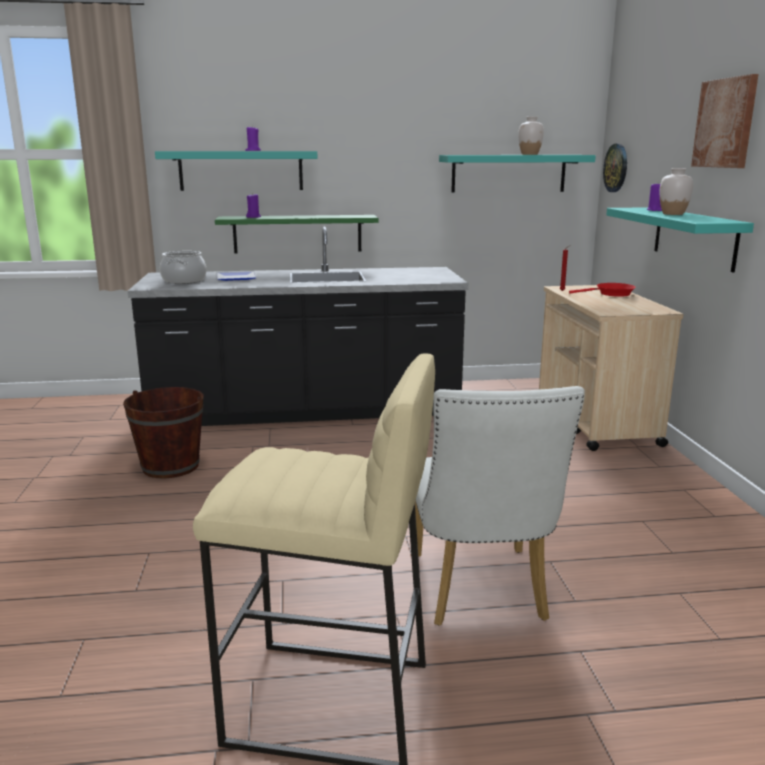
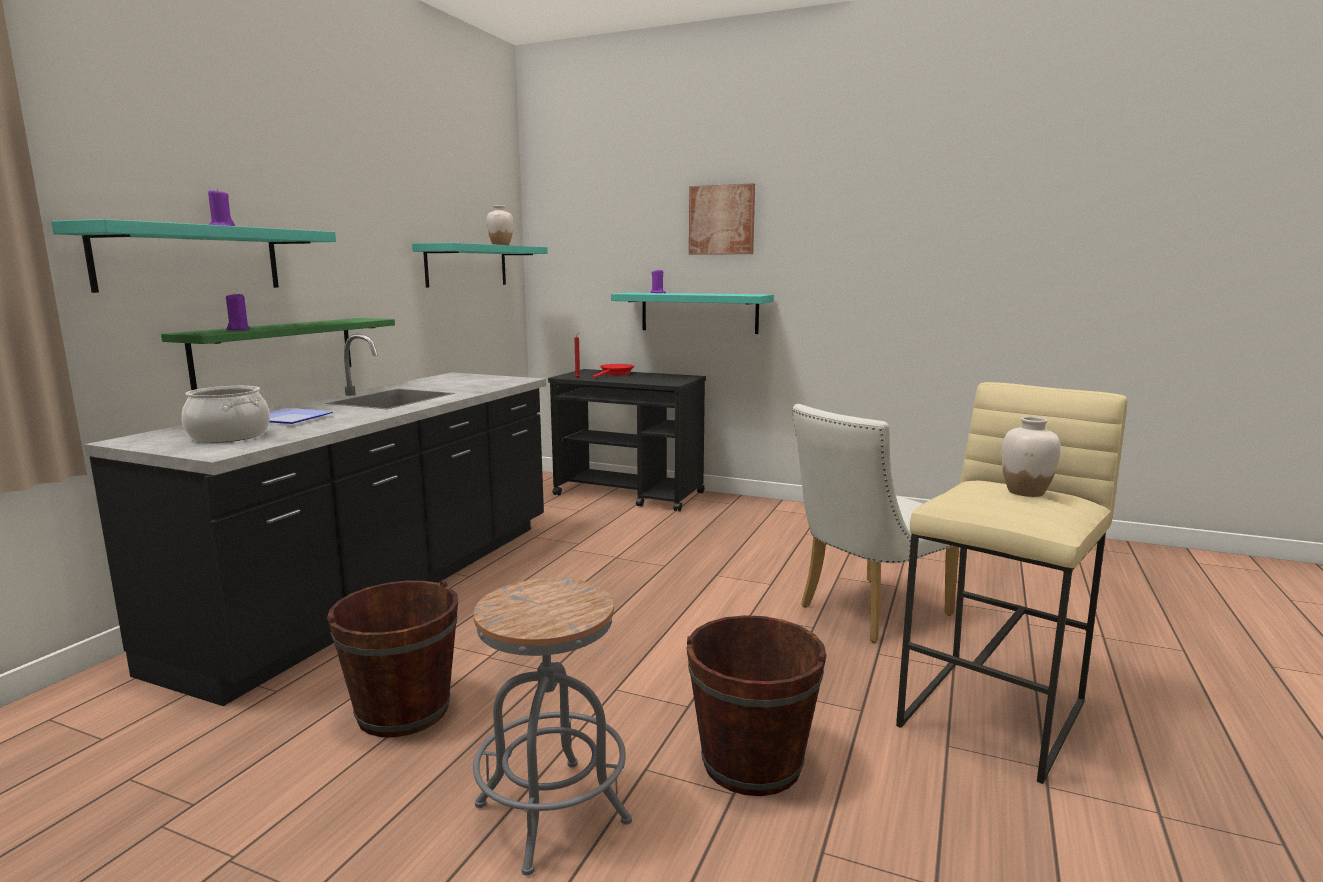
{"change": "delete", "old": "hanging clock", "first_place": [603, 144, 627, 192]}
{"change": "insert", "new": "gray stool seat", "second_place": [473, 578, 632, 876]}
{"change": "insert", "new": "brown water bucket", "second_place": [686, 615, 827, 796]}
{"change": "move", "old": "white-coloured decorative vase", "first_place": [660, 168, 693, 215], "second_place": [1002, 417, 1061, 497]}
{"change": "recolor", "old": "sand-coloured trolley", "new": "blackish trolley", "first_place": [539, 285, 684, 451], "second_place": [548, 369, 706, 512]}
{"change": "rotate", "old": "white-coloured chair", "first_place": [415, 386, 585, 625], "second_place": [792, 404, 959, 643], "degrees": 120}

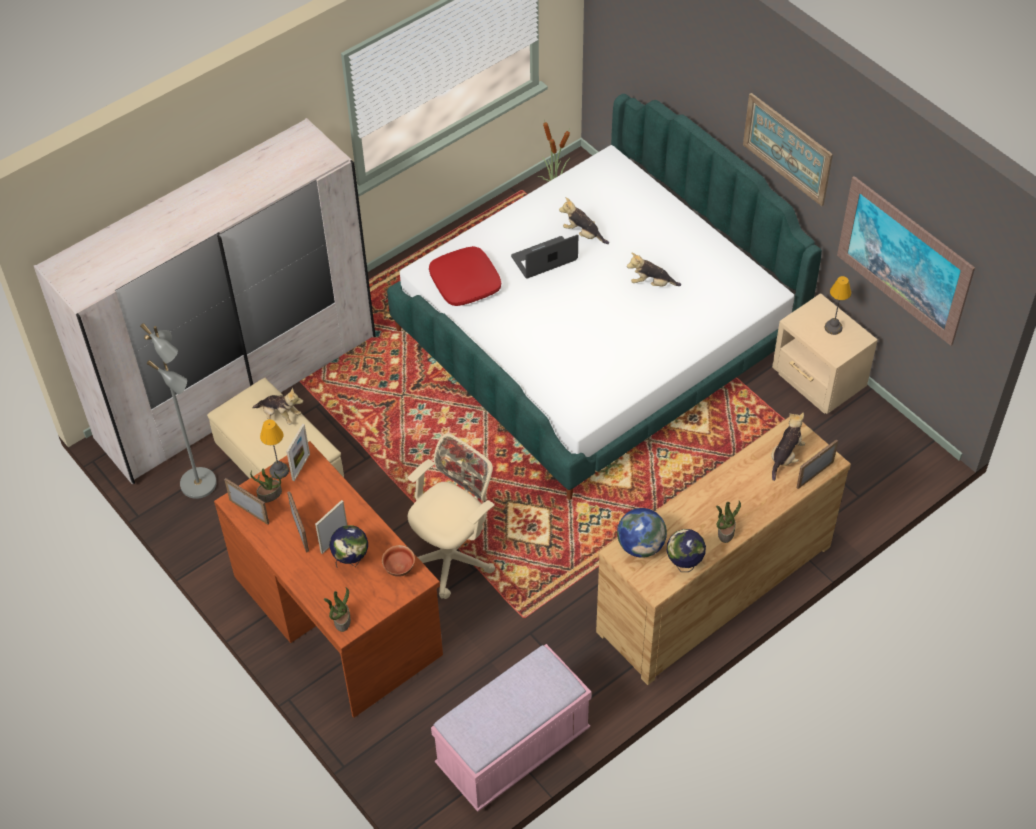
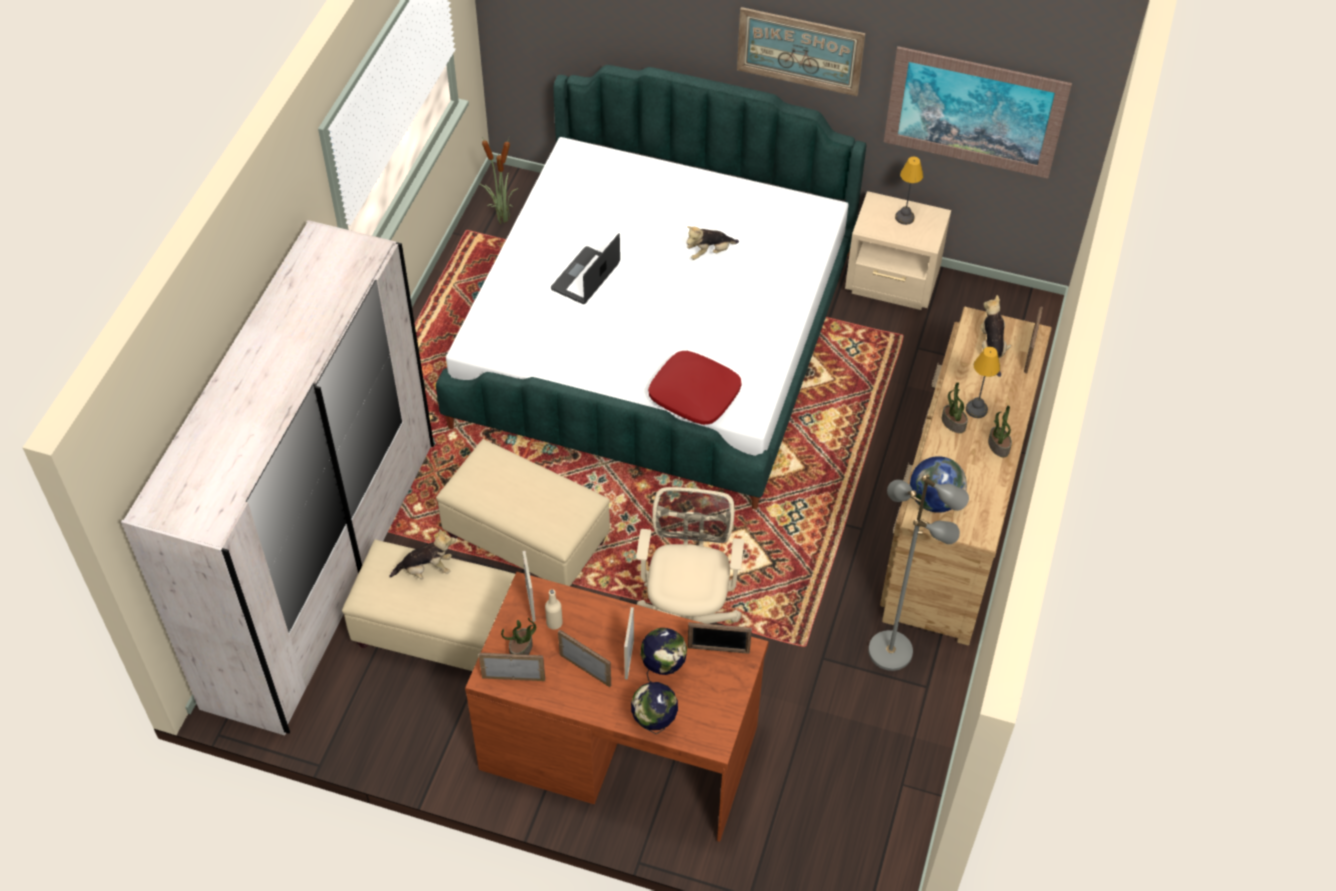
{"change": "delete", "old": "pink long seat", "first_place": [431, 644, 592, 812]}
{"change": "delete", "old": "cuddly toy", "first_place": [559, 197, 609, 244]}
{"change": "insert", "new": "sand-coloured footrest", "second_place": [436, 439, 610, 586]}
{"change": "insert", "new": "sand-coloured beverage bottle", "second_place": [545, 589, 563, 630]}
{"change": "move", "old": "gray standard lamp", "first_place": [140, 323, 217, 499], "second_place": [868, 474, 969, 671]}
{"change": "move", "old": "tabletop lamp", "first_place": [260, 419, 289, 479], "second_place": [966, 347, 1000, 418]}
{"change": "move", "old": "houseplant", "first_place": [324, 587, 351, 632], "second_place": [942, 382, 968, 433]}
{"change": "move", "old": "reddish throw pillow", "first_place": [429, 246, 501, 306], "second_place": [648, 351, 742, 425]}
{"change": "move", "old": "desk globe", "first_place": [667, 529, 706, 572], "second_place": [631, 682, 678, 734]}
{"change": "replace", "old": "deep dish", "new": "picture frame", "first_place": [382, 545, 415, 577], "second_place": [688, 622, 752, 654]}

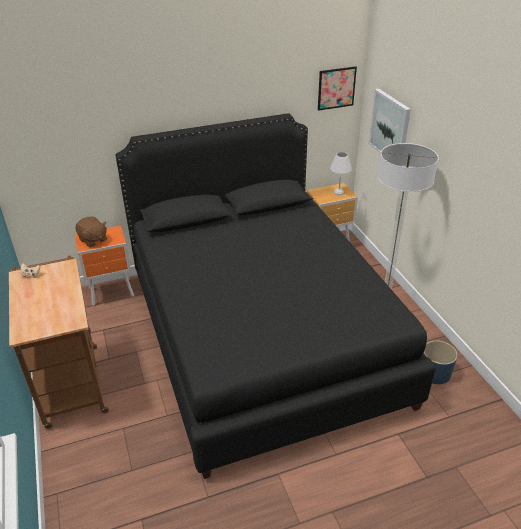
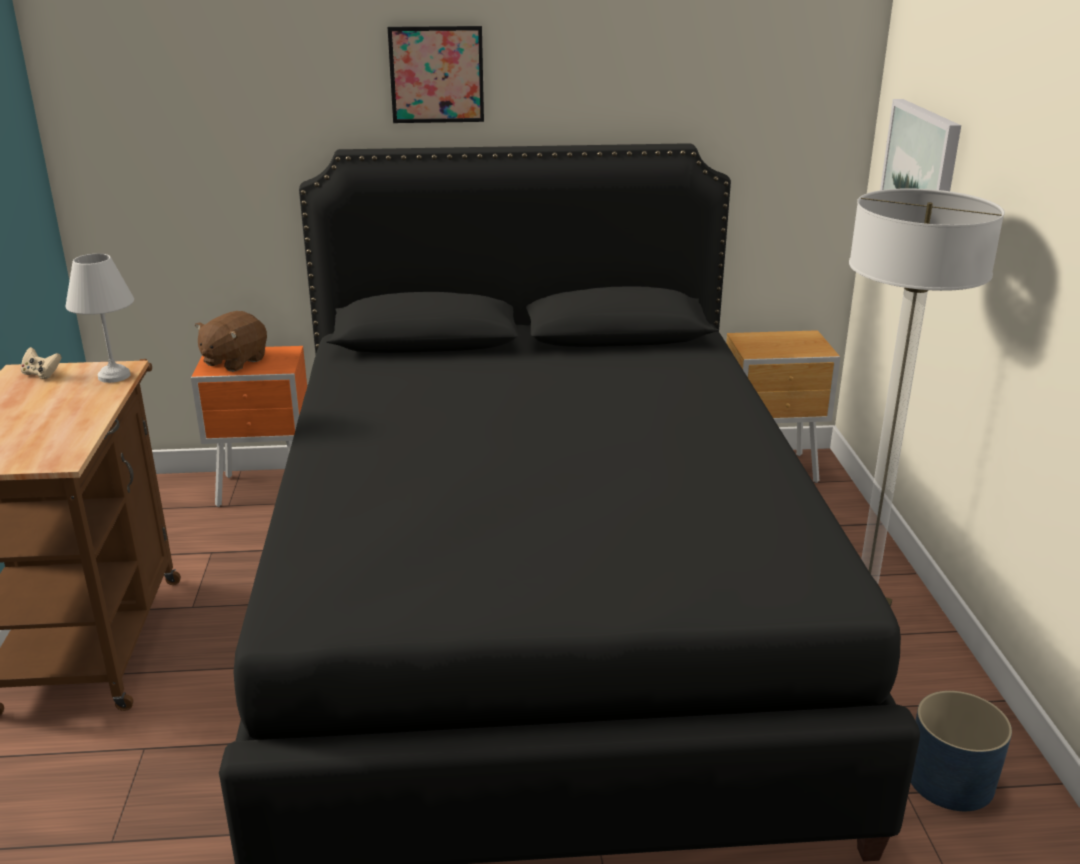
{"change": "move", "old": "wall picture", "first_place": [318, 66, 357, 111], "second_place": [388, 26, 484, 123]}
{"change": "move", "old": "white-coloured tabletop lamp", "first_place": [330, 152, 352, 195], "second_place": [66, 254, 134, 383]}
{"change": "rotate", "old": "brown cuddly toy", "first_place": [75, 216, 107, 247], "second_place": [195, 311, 267, 372], "degrees": 60}

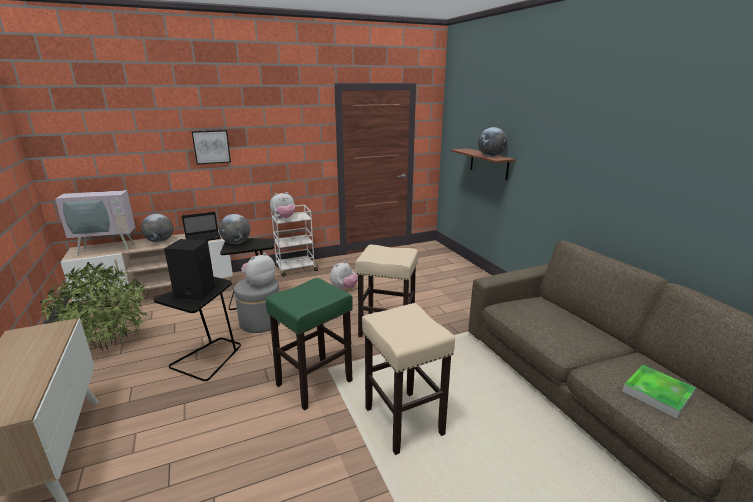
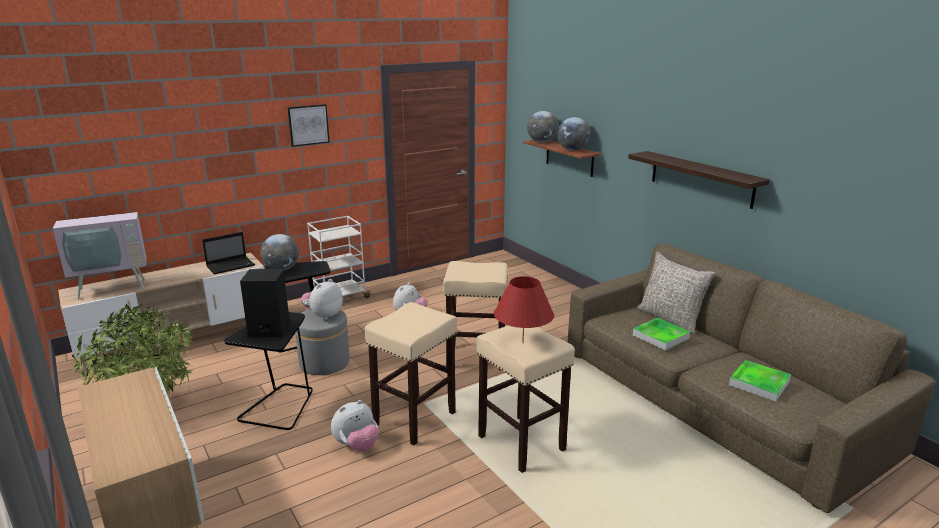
{"change": "insert", "new": "reddish tabletop lamp", "second_place": [494, 276, 554, 343]}
{"change": "insert", "new": "shelf", "second_place": [628, 151, 770, 209]}
{"change": "insert", "new": "tray", "second_place": [633, 318, 690, 351]}
{"change": "insert", "new": "gray throw pillow", "second_place": [637, 251, 716, 334]}
{"change": "move", "old": "desk globe", "first_place": [141, 214, 173, 243], "second_place": [527, 111, 558, 143]}
{"change": "move", "old": "wall picture", "first_place": [191, 130, 231, 165], "second_place": [287, 104, 330, 147]}
{"change": "move", "old": "cuddly toy", "first_place": [270, 192, 295, 219], "second_place": [331, 400, 379, 451]}
{"change": "recolor", "old": "green stool seat", "new": "sand-coloured stool seat", "first_place": [265, 278, 353, 410], "second_place": [365, 302, 457, 445]}

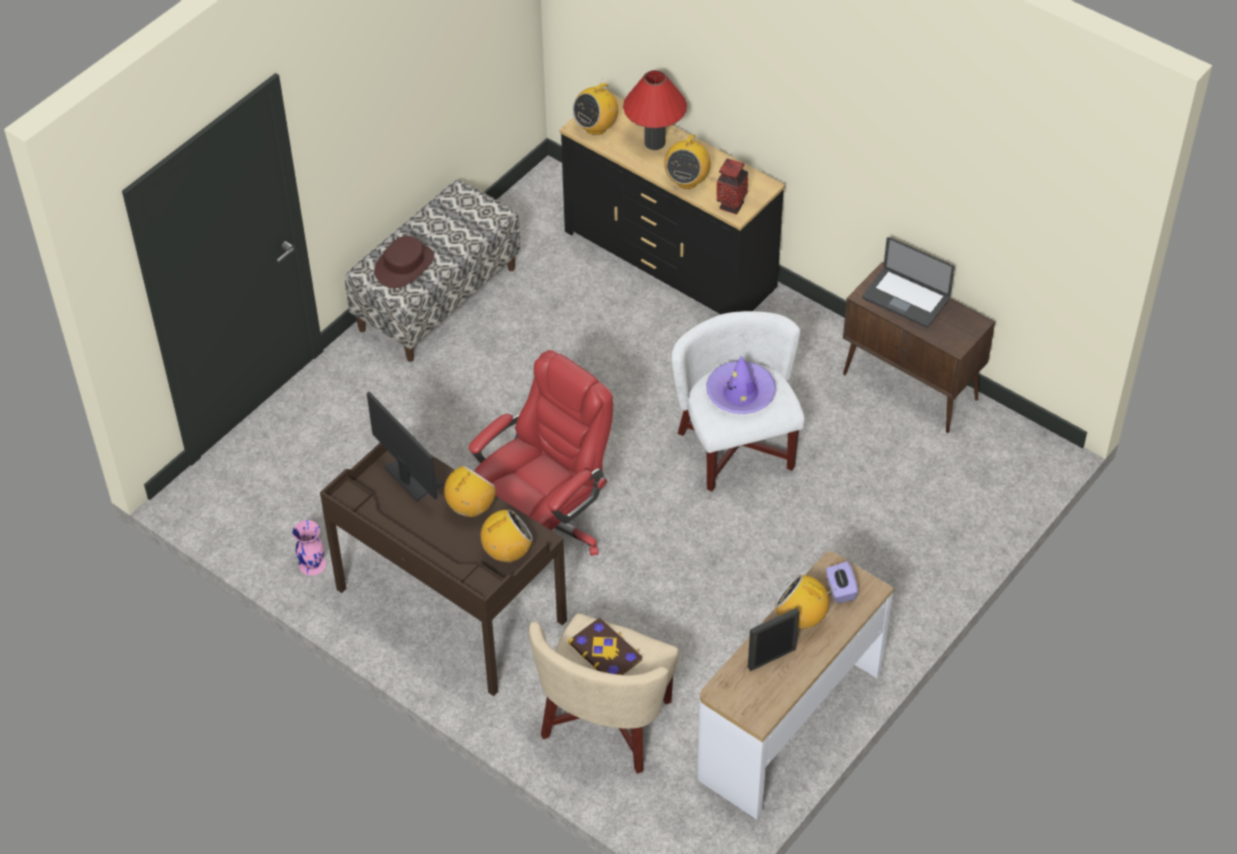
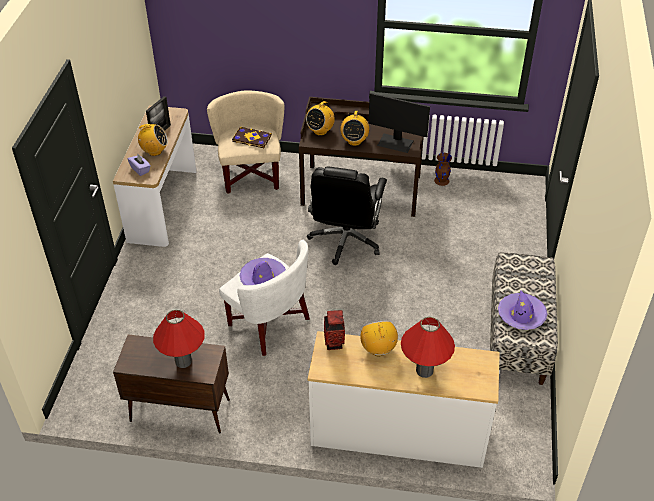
{"change": "delete", "old": "brown clothing hat", "first_place": [374, 236, 434, 288]}
{"change": "delete", "old": "radio", "first_place": [573, 78, 618, 135]}
{"change": "insert", "new": "purple-coloured clothing hat", "second_place": [498, 291, 547, 330]}
{"change": "replace", "old": "notebook computer", "new": "reddish tabletop lamp", "first_place": [862, 237, 954, 327], "second_place": [153, 310, 205, 368]}
{"change": "recolor", "old": "pink decorative vase", "new": "brown decorative vase", "first_place": [292, 520, 326, 575], "second_place": [434, 153, 452, 186]}
{"change": "recolor", "old": "reddish computer chair", "new": "blackish computer chair", "first_place": [469, 350, 613, 556], "second_place": [307, 166, 387, 265]}
{"change": "recolor", "old": "blackish drawer chest", "new": "white-coloured drawer chest", "first_place": [560, 94, 785, 314], "second_place": [308, 331, 500, 468]}

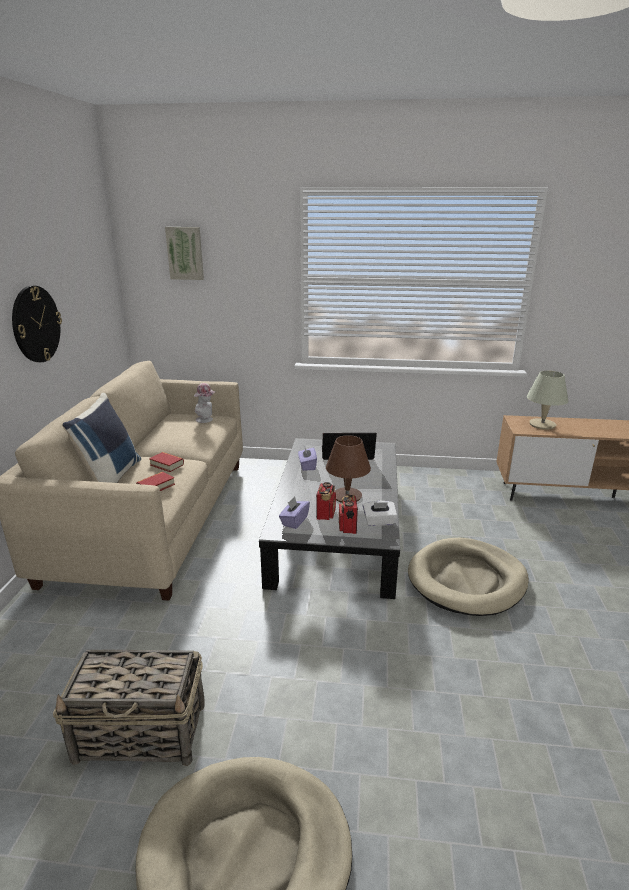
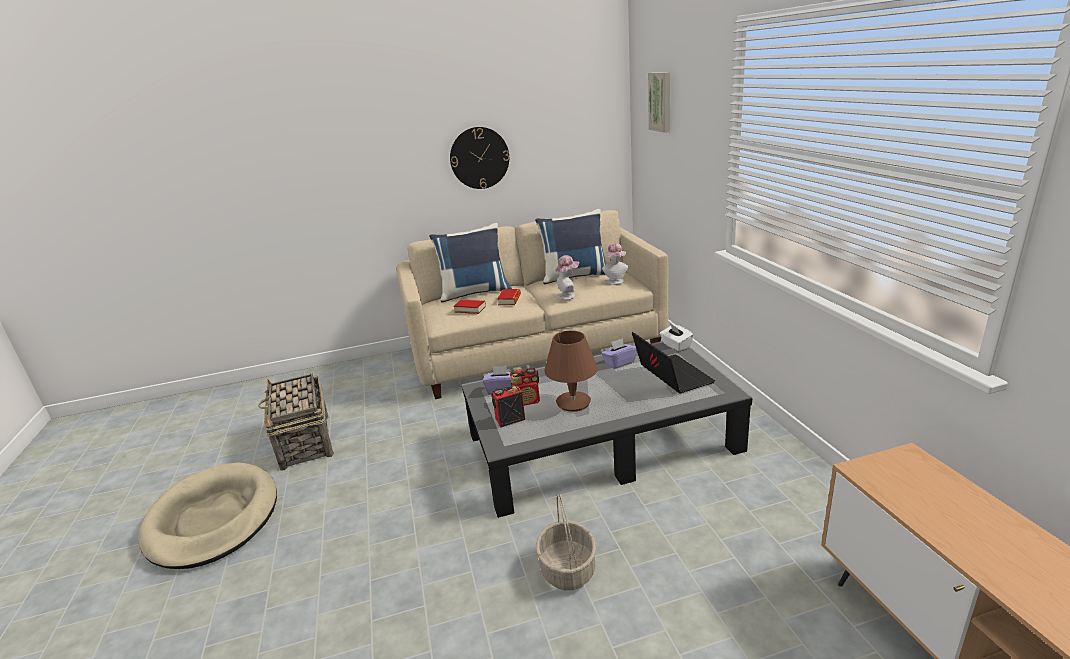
{"change": "delete", "old": "sand-coloured tabletop lamp", "first_place": [527, 370, 568, 430]}
{"change": "insert", "new": "blue-coloured throw pillow", "second_place": [535, 209, 606, 284]}
{"change": "insert", "new": "clothing hat", "second_place": [555, 255, 579, 300]}
{"change": "move", "old": "white-coloured tissue holder", "first_place": [363, 501, 397, 526], "second_place": [660, 324, 694, 352]}
{"change": "replace", "old": "sand-coloured dog bed", "new": "household basket", "first_place": [408, 538, 529, 616], "second_place": [536, 494, 596, 590]}

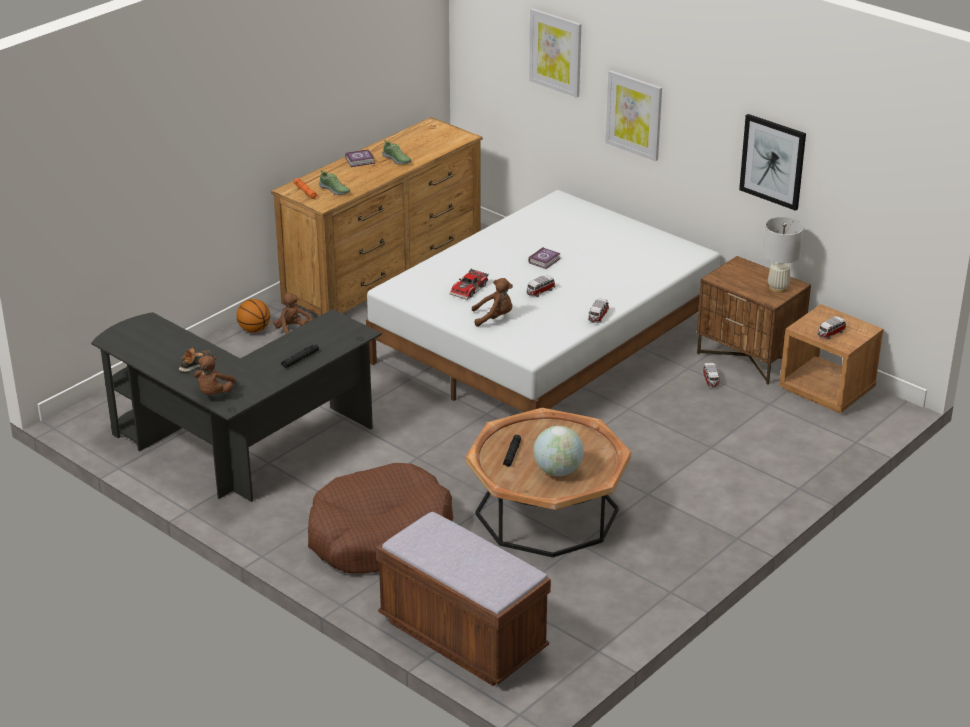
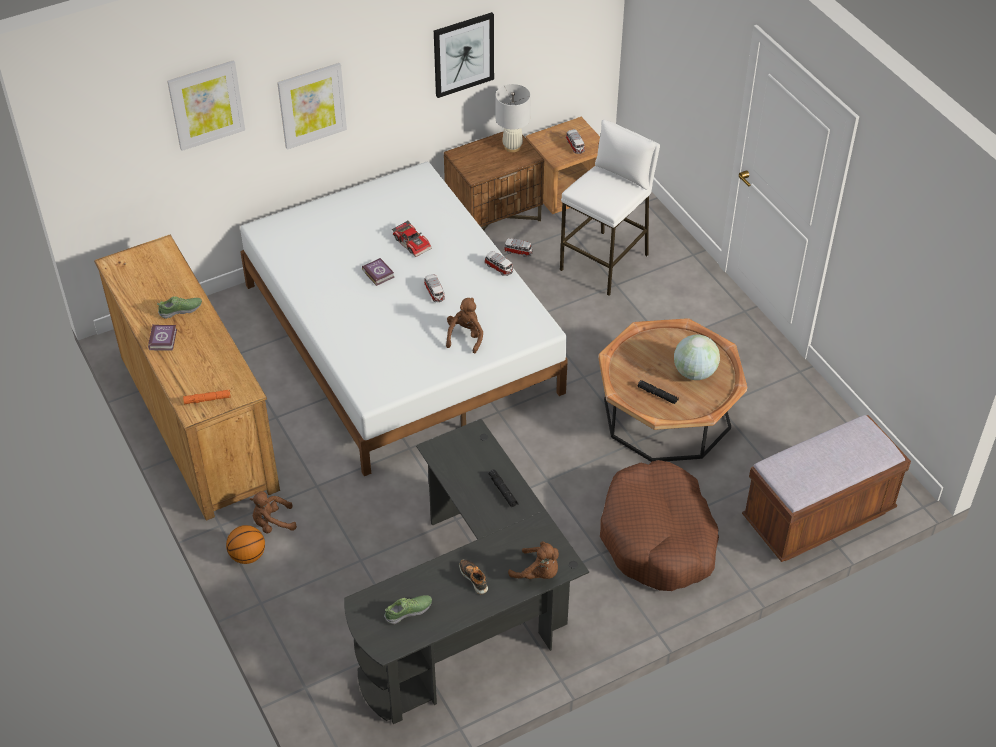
{"change": "insert", "new": "white-coloured stool seat", "second_place": [560, 120, 660, 296]}
{"change": "move", "old": "low shoe", "first_place": [319, 170, 350, 195], "second_place": [384, 595, 432, 624]}
{"change": "move", "old": "model car", "first_place": [450, 268, 489, 300], "second_place": [392, 221, 432, 257]}

